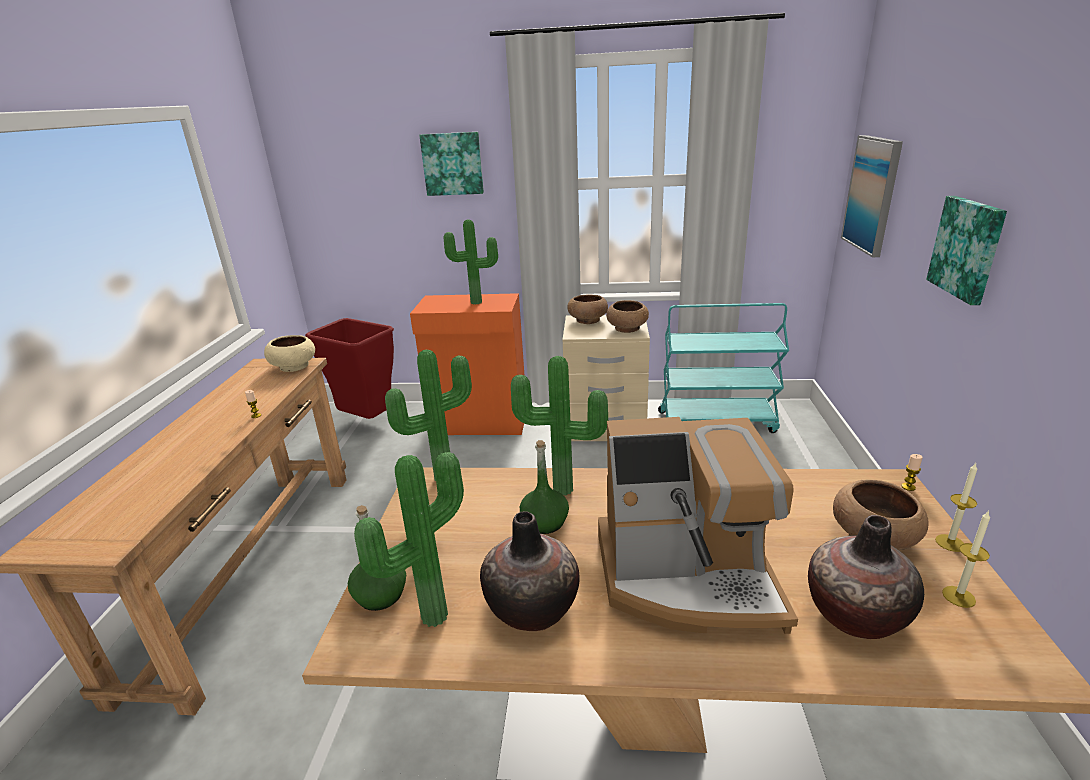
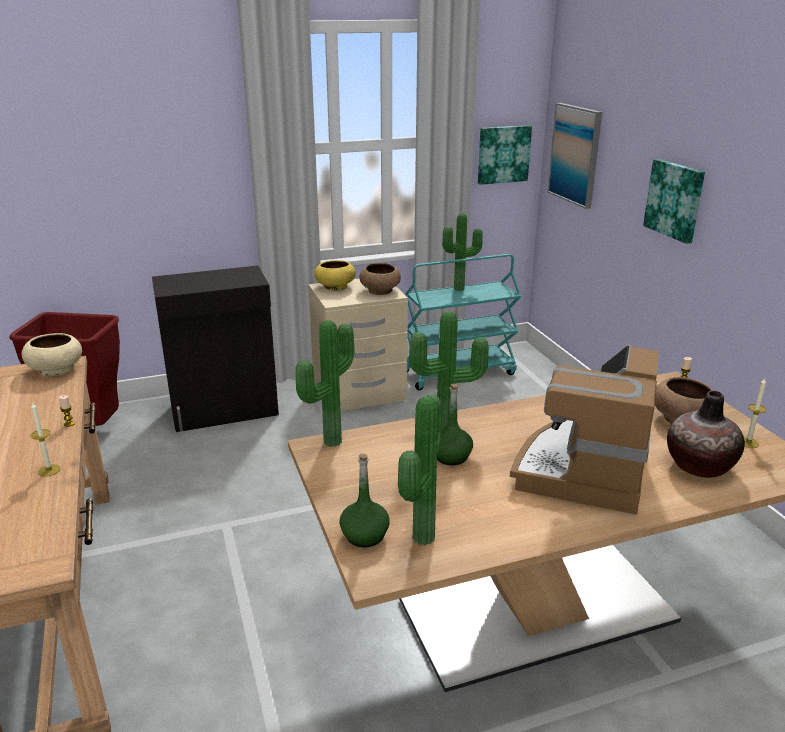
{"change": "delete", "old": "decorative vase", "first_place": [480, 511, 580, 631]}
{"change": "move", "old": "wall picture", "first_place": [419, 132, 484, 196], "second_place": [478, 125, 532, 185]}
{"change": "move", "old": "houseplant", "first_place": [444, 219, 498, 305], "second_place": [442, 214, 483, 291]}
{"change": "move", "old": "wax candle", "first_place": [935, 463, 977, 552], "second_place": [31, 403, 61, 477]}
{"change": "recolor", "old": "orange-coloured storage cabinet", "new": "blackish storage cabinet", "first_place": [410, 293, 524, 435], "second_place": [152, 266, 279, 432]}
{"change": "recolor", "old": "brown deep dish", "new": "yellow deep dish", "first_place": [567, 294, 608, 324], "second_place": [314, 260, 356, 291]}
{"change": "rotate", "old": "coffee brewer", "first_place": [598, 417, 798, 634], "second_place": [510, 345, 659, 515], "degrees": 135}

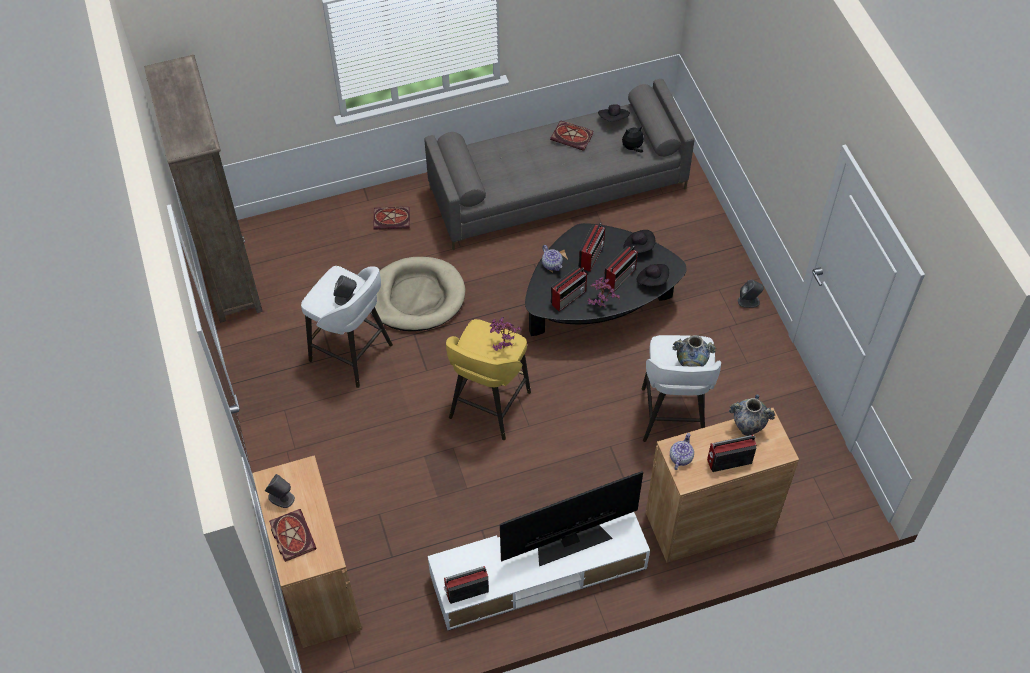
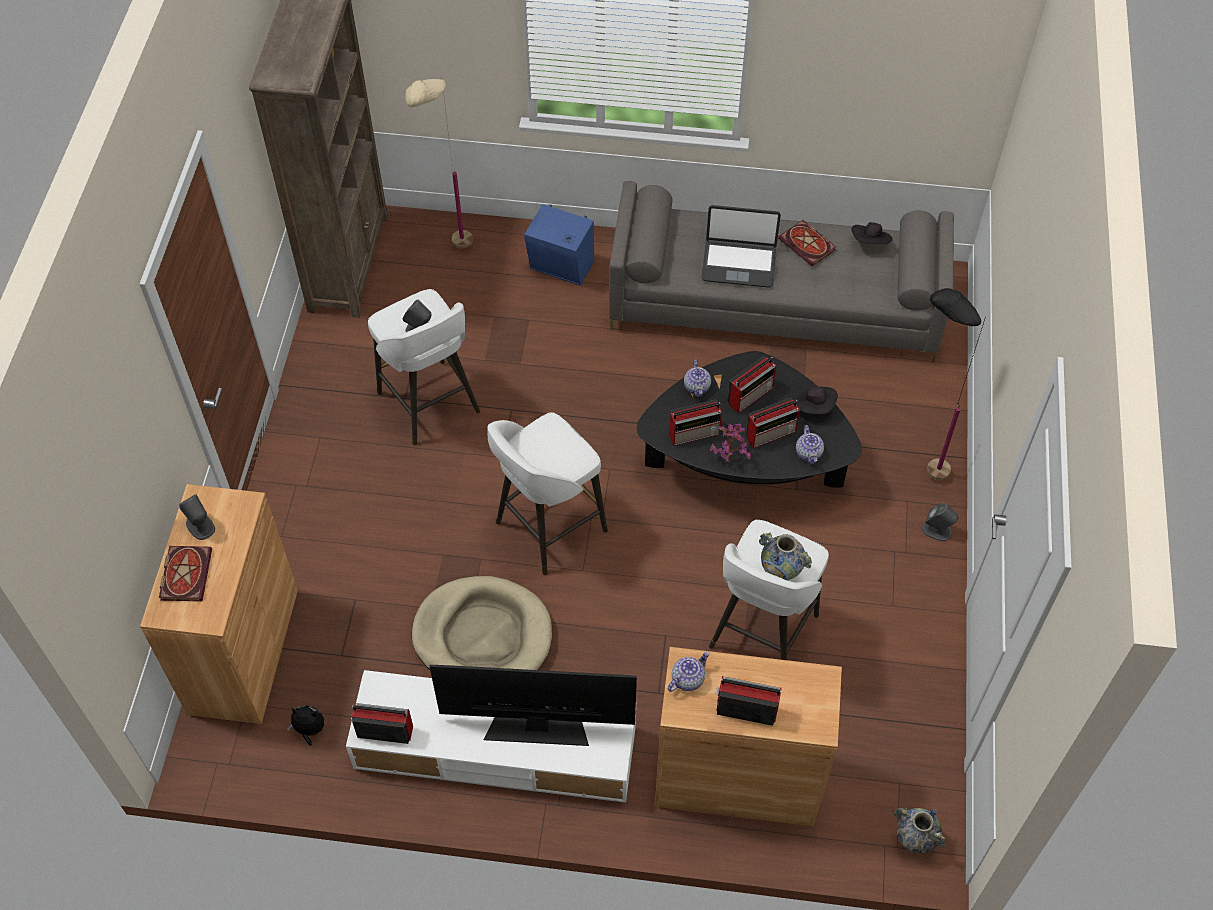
{"change": "delete", "old": "houseplant", "first_place": [490, 317, 521, 351]}
{"change": "insert", "new": "sand-coloured standard lamp", "second_place": [405, 75, 473, 248]}
{"change": "insert", "new": "notebook computer", "second_place": [701, 205, 781, 288]}
{"change": "insert", "new": "blackish standard lamp", "second_place": [927, 288, 986, 480]}
{"change": "move", "old": "sand-coloured dog bed", "first_place": [370, 257, 466, 331], "second_place": [412, 576, 552, 670]}
{"change": "move", "old": "cuddly toy", "first_place": [622, 126, 644, 153], "second_place": [287, 705, 324, 746]}
{"change": "move", "old": "decorative vase", "first_place": [729, 394, 775, 436], "second_place": [894, 808, 946, 854]}
{"change": "replace", "old": "volume", "new": "blue-coloured loudspeaker", "first_place": [373, 206, 410, 230], "second_place": [524, 204, 594, 286]}
{"change": "replace", "old": "blackish clothing hat", "new": "pot for tea", "first_place": [636, 264, 669, 286], "second_place": [796, 425, 824, 464]}
{"change": "recolor", "old": "yellow stool seat", "new": "white-coloured stool seat", "first_place": [446, 319, 531, 440], "second_place": [487, 412, 608, 575]}

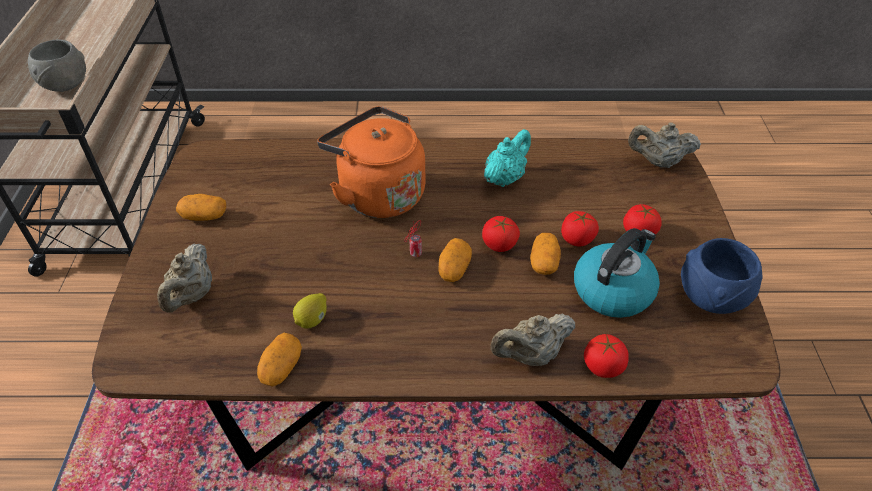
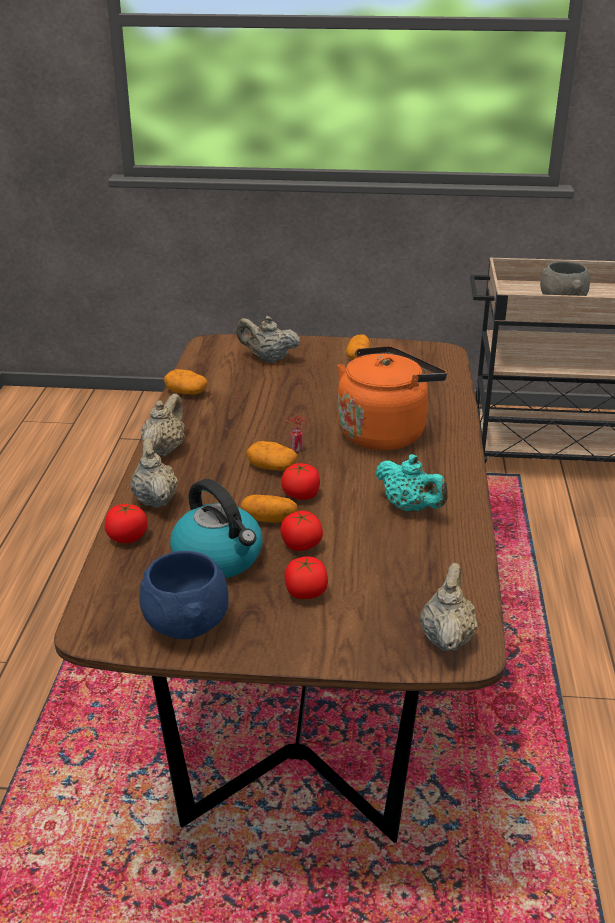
{"change": "delete", "old": "citrus fruit", "first_place": [293, 293, 327, 329]}
{"change": "insert", "new": "sand-coloured pot for tea", "second_place": [141, 393, 185, 457]}

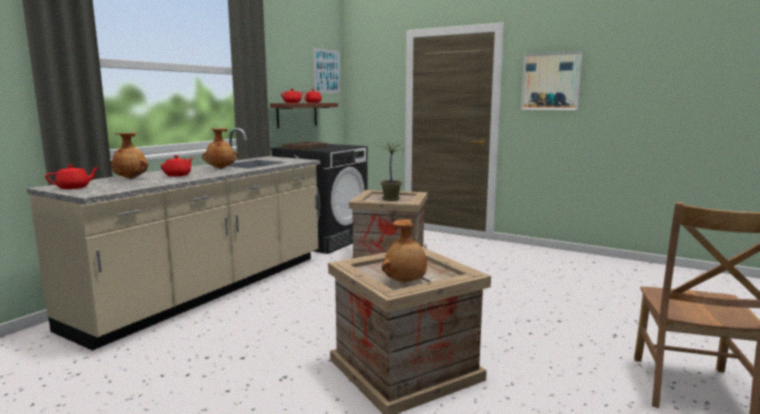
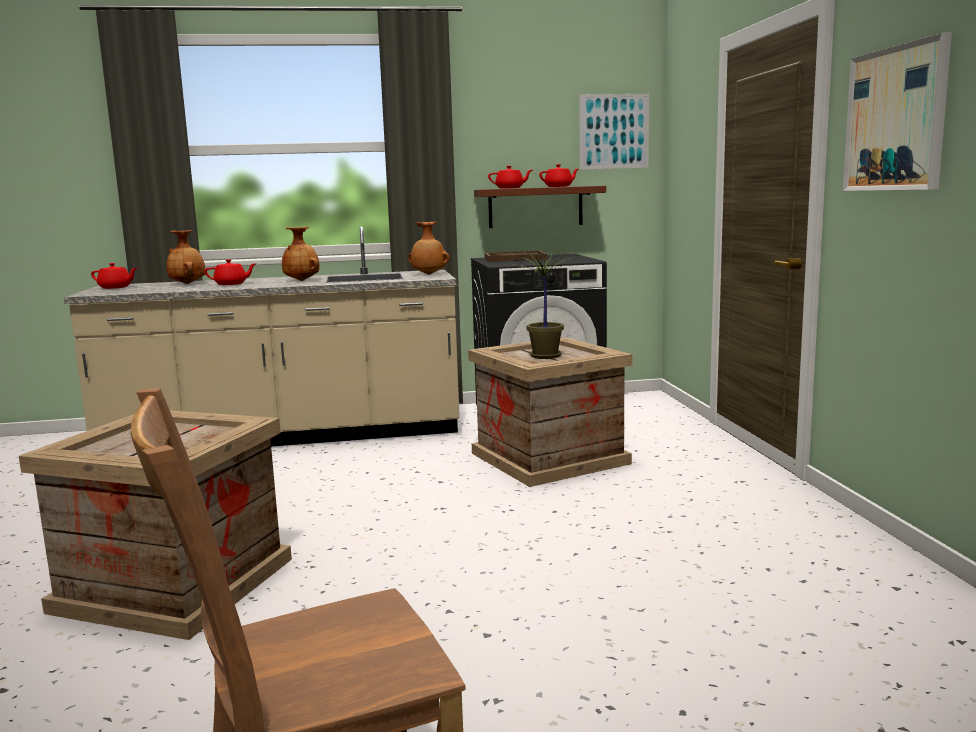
{"change": "move", "old": "brown decorative vase", "first_place": [382, 219, 427, 282], "second_place": [408, 222, 450, 275]}

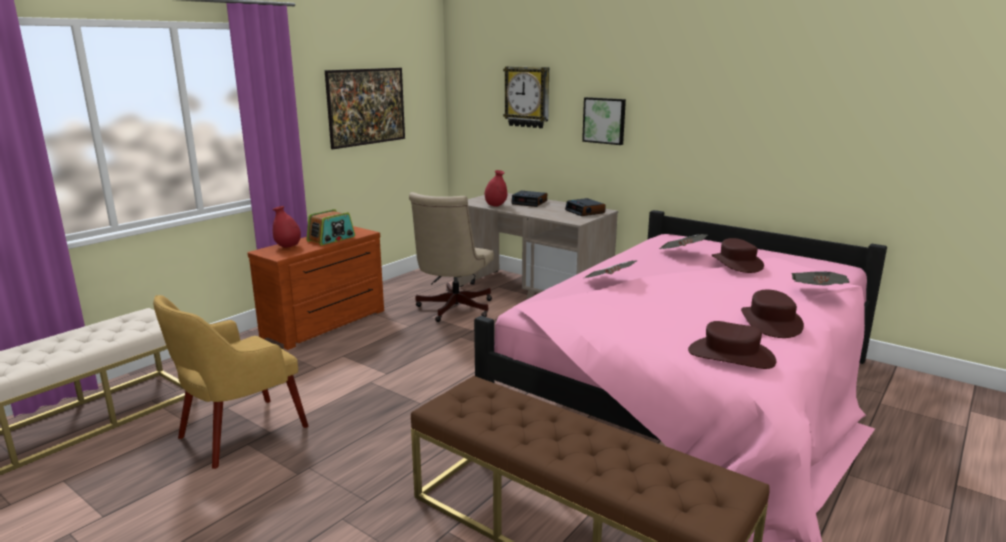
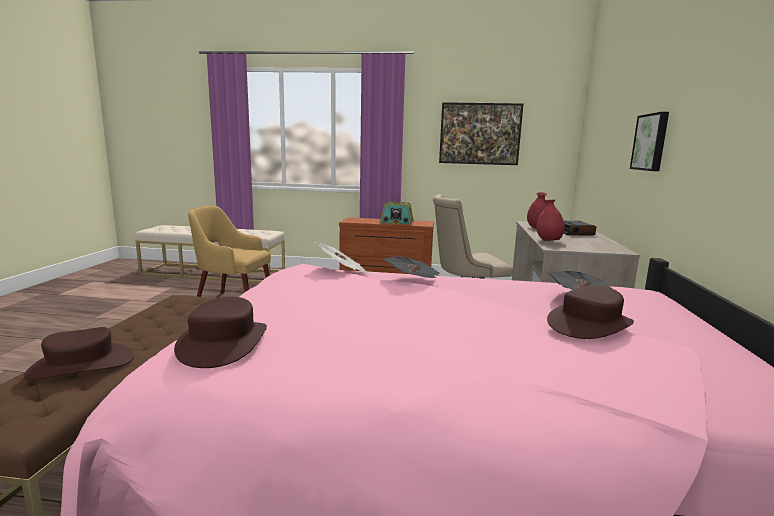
{"change": "delete", "old": "hanging clock", "first_place": [503, 66, 549, 128]}
{"change": "delete", "old": "alarm clock", "first_place": [565, 198, 606, 216]}
{"change": "move", "old": "reddish decorative vase", "first_place": [273, 206, 301, 248], "second_place": [536, 200, 565, 241]}
{"change": "move", "old": "brown clothing hat", "first_place": [741, 290, 804, 338], "second_place": [24, 327, 134, 380]}
{"change": "move", "old": "printed paper", "first_place": [791, 271, 850, 285], "second_place": [314, 242, 370, 274]}

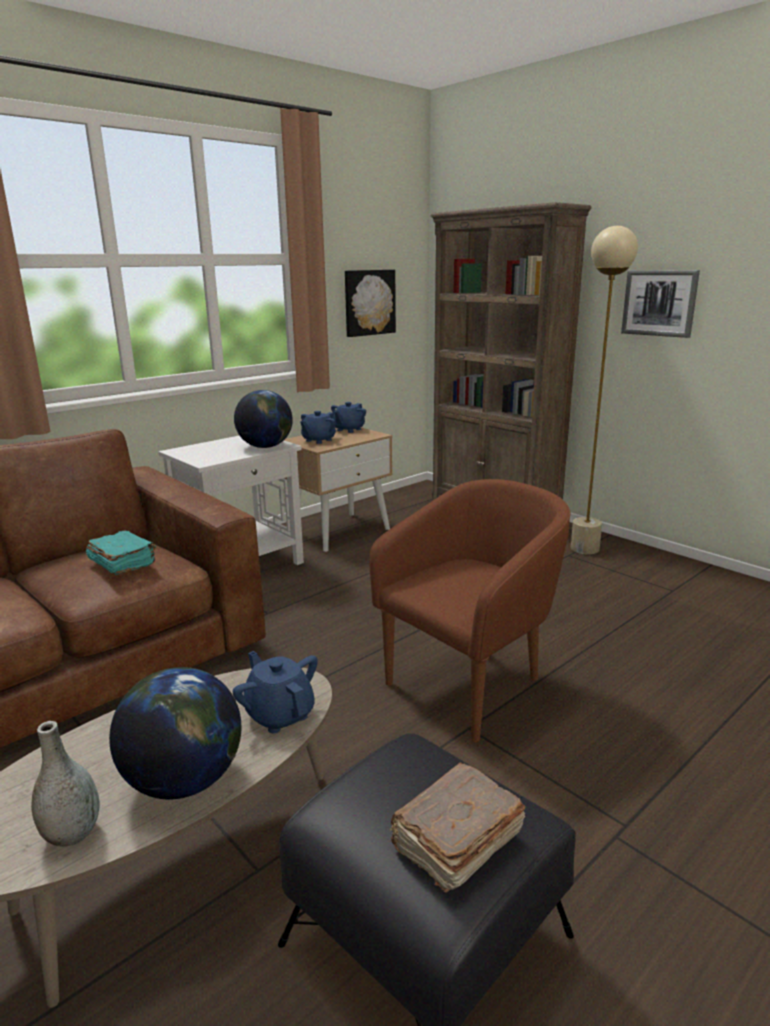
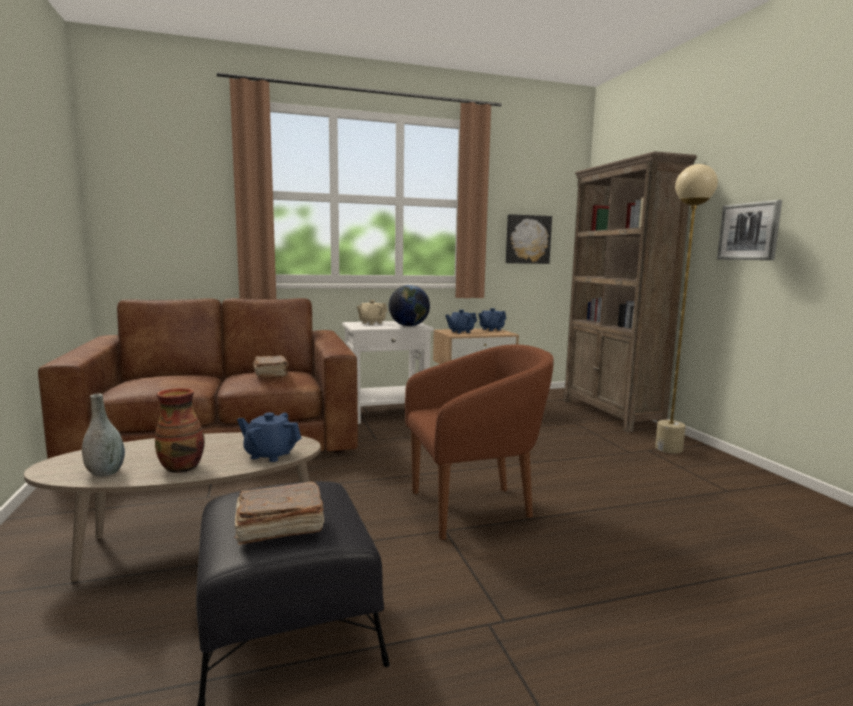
{"change": "insert", "new": "sand-coloured pot for tea", "second_place": [357, 300, 387, 325]}
{"change": "replace", "old": "desk globe", "new": "decorative vase", "first_place": [109, 667, 241, 800], "second_place": [155, 388, 205, 473]}
{"change": "recolor", "old": "blue-green volume", "new": "brown volume", "first_place": [86, 530, 156, 575], "second_place": [253, 355, 289, 377]}
{"change": "rotate", "old": "blue-coloured pot for tea", "first_place": [233, 651, 318, 733], "second_place": [237, 412, 301, 462], "degrees": -60}

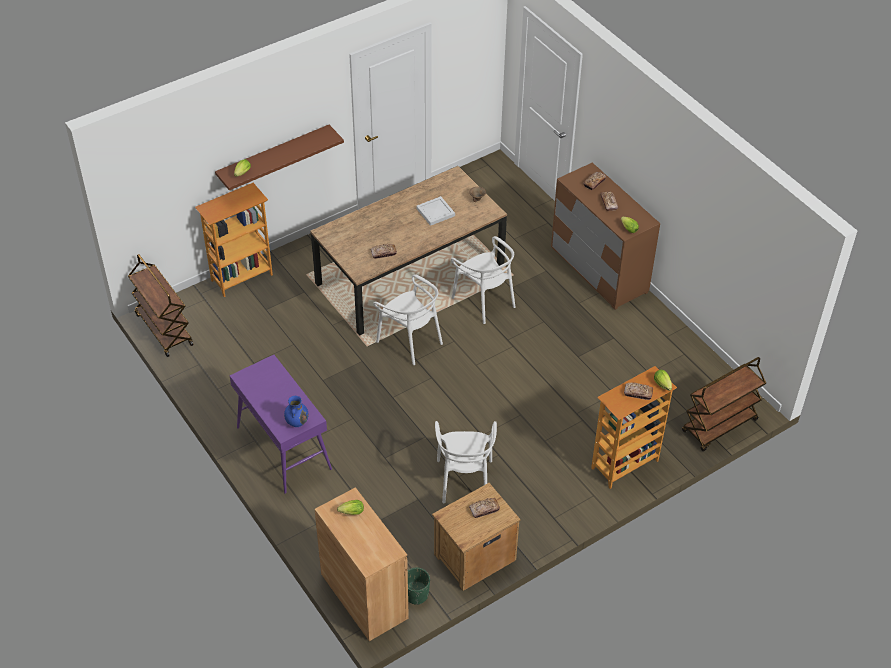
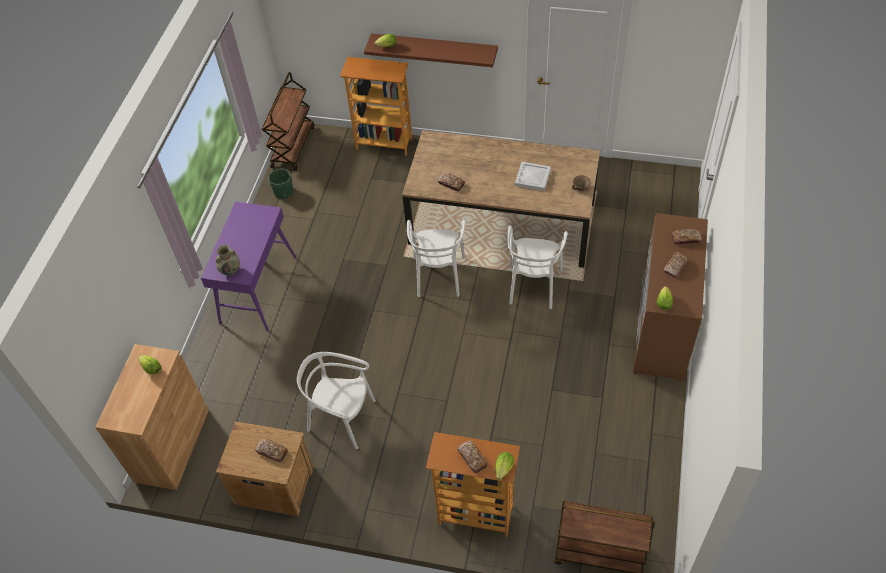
{"change": "move", "old": "green planter", "first_place": [408, 568, 430, 605], "second_place": [268, 169, 293, 199]}
{"change": "recolor", "old": "blue-coloured decorative vase", "new": "sand-coloured decorative vase", "first_place": [284, 396, 309, 427], "second_place": [216, 245, 240, 276]}
{"change": "rotate", "old": "white-coloured chair", "first_place": [435, 421, 497, 503], "second_place": [297, 352, 376, 449], "degrees": 60}

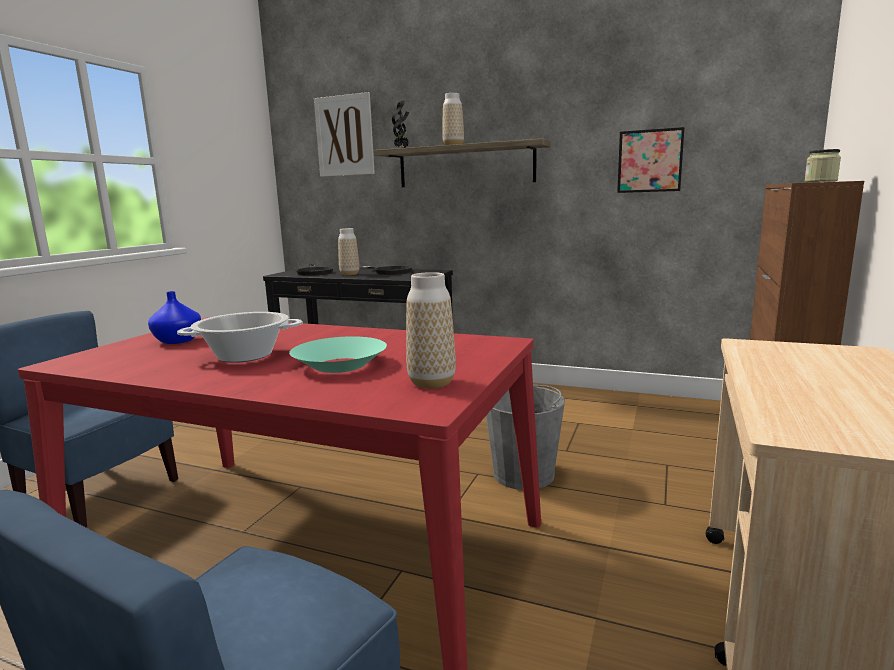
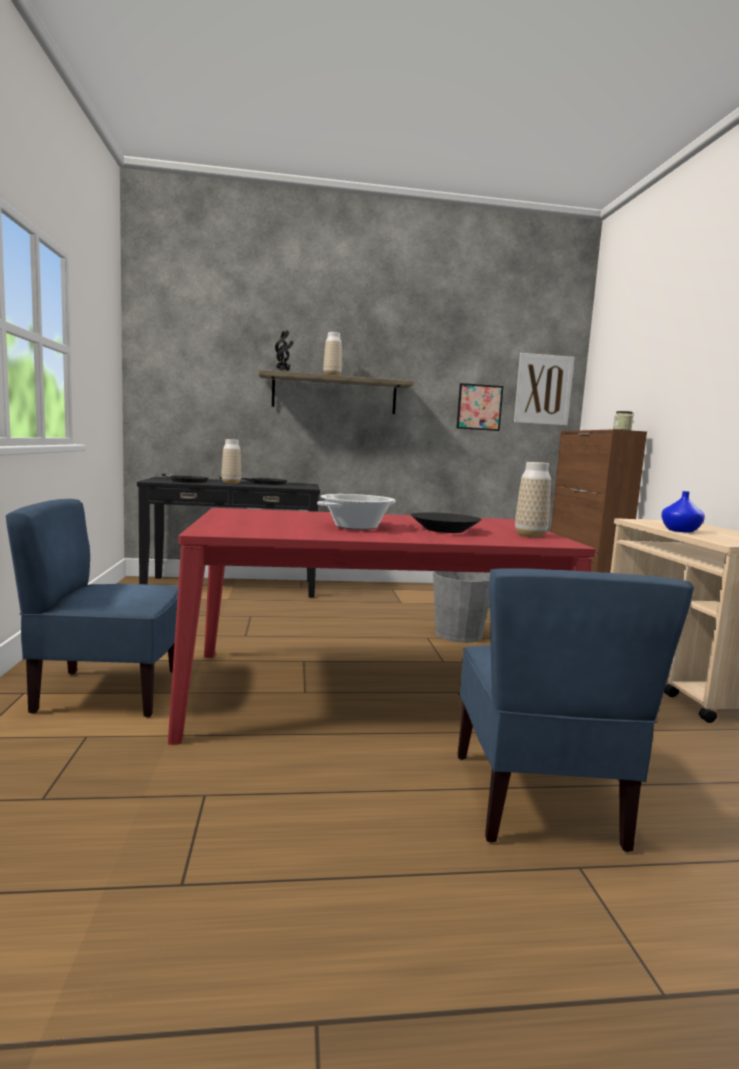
{"change": "move", "old": "blue-coloured decorative vase", "first_place": [148, 291, 201, 344], "second_place": [661, 491, 705, 533]}
{"change": "move", "old": "wall picture", "first_place": [314, 92, 375, 177], "second_place": [514, 353, 575, 426]}
{"change": "recolor", "old": "blue-green deep dish", "new": "blackish deep dish", "first_place": [289, 336, 387, 373], "second_place": [411, 512, 482, 533]}

